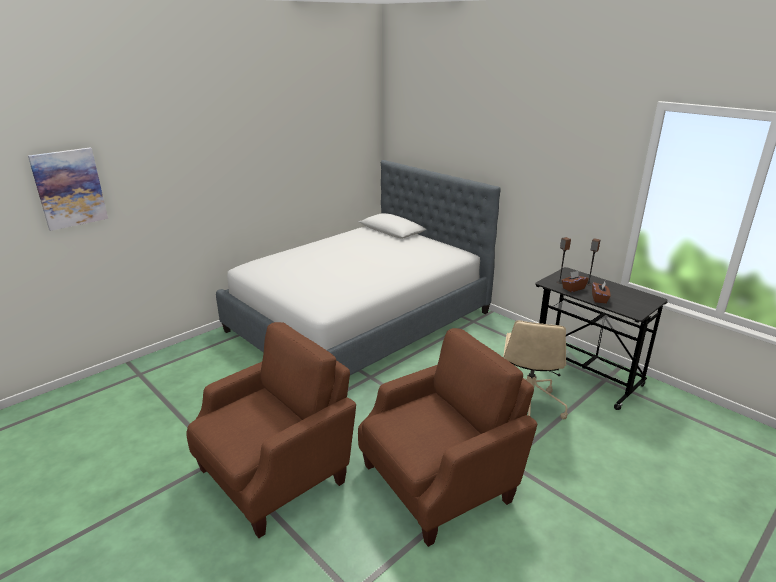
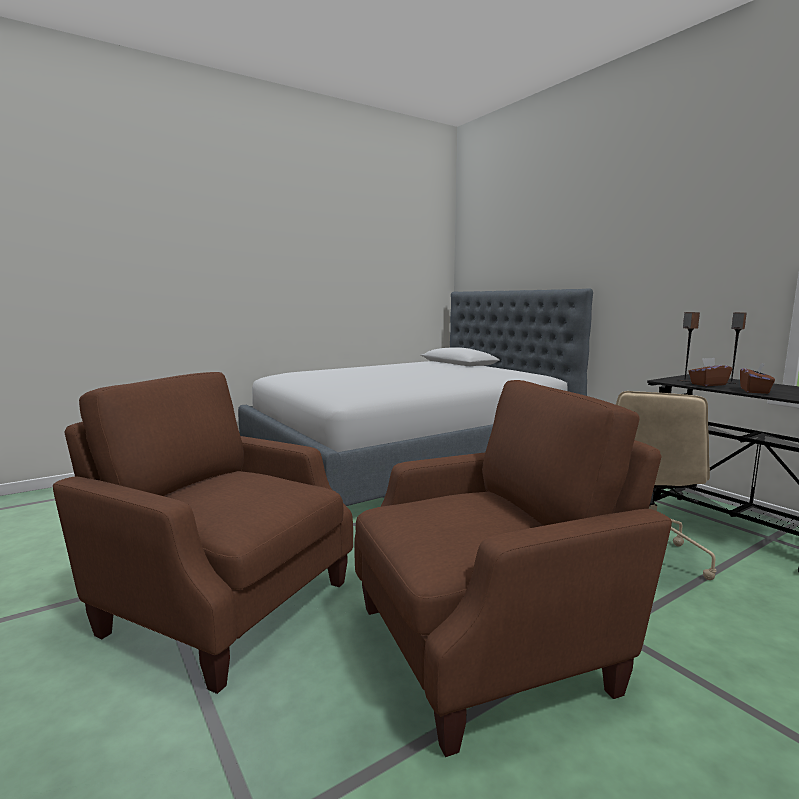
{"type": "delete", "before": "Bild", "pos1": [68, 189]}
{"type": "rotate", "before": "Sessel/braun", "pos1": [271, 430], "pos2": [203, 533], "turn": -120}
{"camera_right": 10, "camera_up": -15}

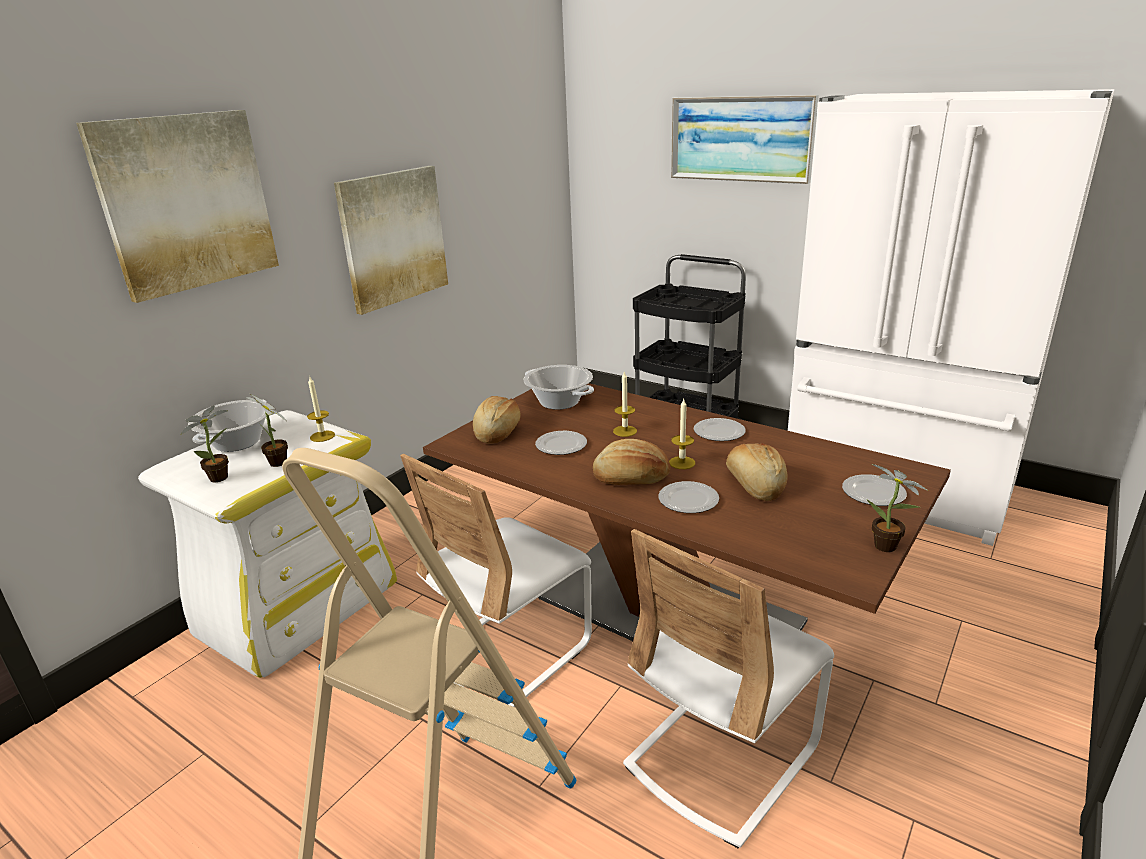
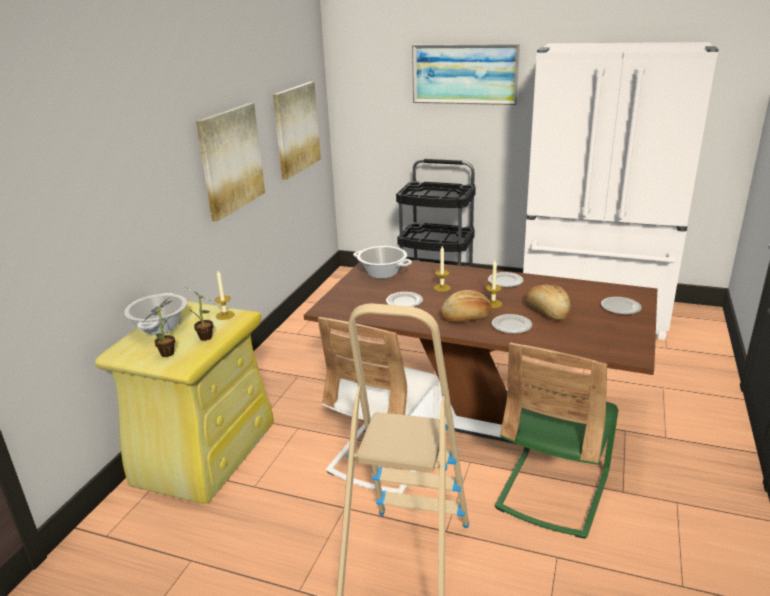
{"type": "move", "before": "Bild", "pos1": [177, 206], "pos2": [297, 131]}
{"type": "recolor", "before": "Nachttisch/weiß", "after": "Nachttisch/gelb", "pos1": [267, 544], "pos2": [184, 402]}
{"type": "delete", "before": "Brot", "pos1": [496, 420]}
{"type": "recolor", "before": "Stuhl/weiß", "after": "Stuhl/grün", "pos1": [728, 688], "pos2": [556, 440]}
{"type": "delete", "before": "Topfpflanze", "pos1": [897, 508]}
{"camera_right": -15, "camera_up": 0}

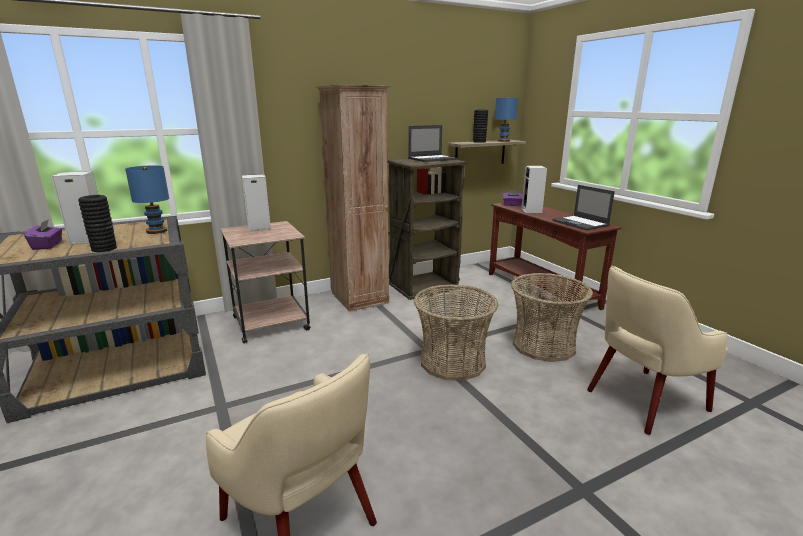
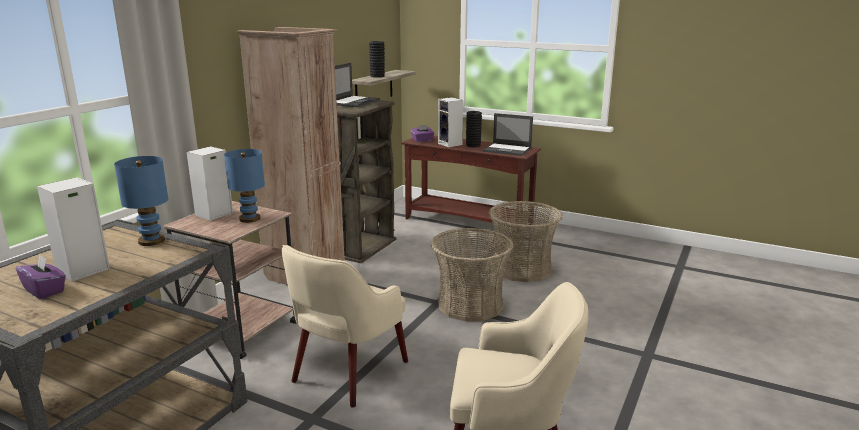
{"type": "move", "before": "Vase/schwarz", "pos1": [97, 223], "pos2": [474, 129]}
{"type": "move", "before": "Tischlampe/blau", "pos1": [506, 119], "pos2": [244, 186]}
{"type": "move", "before": "Sessel/beige", "pos1": [657, 350], "pos2": [345, 326]}
{"camera_right": -35, "camera_up": 0}

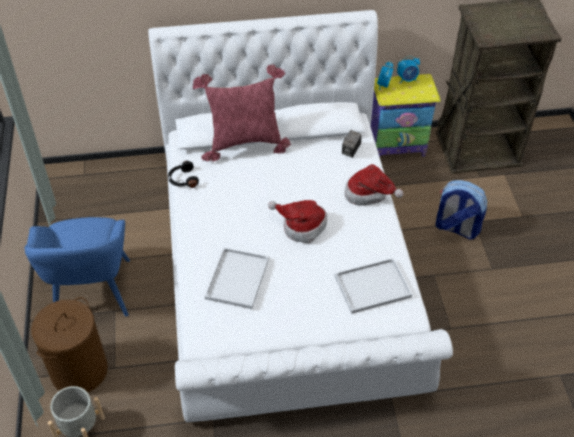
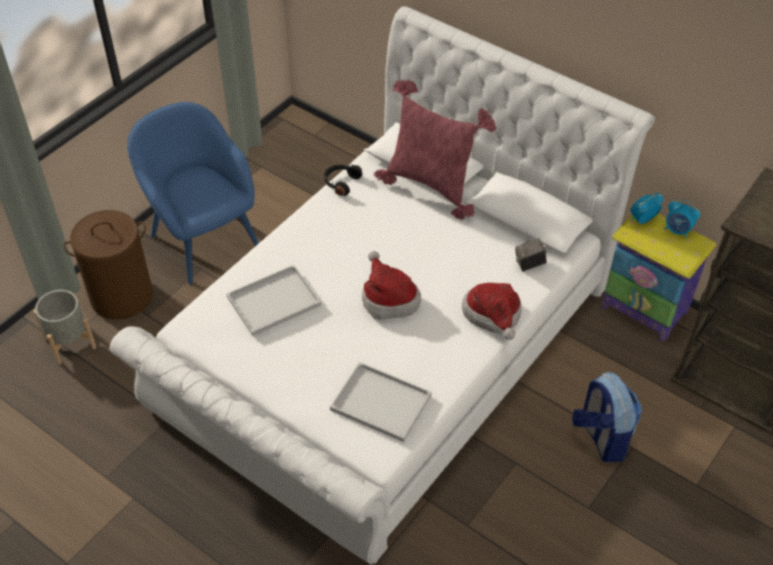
{"type": "rotate", "before": "Sessel/blau", "pos1": [77, 266], "pos2": [193, 193], "turn": 105}
{"camera_right": 45, "camera_up": 0}

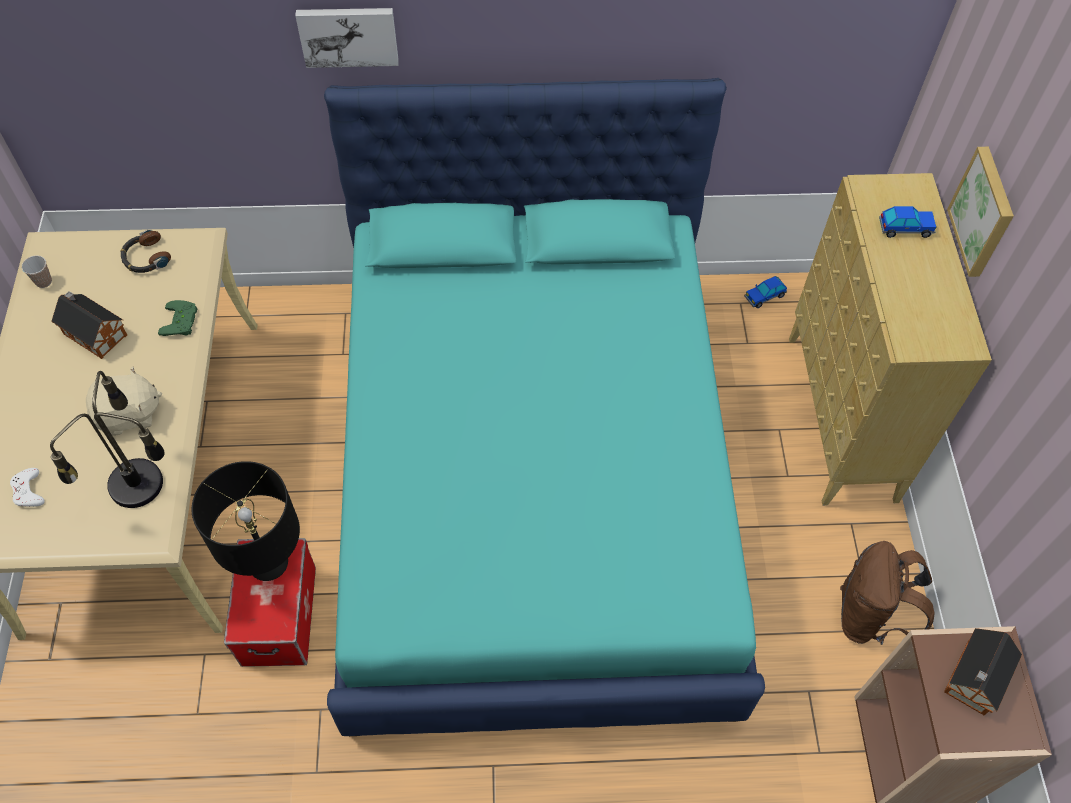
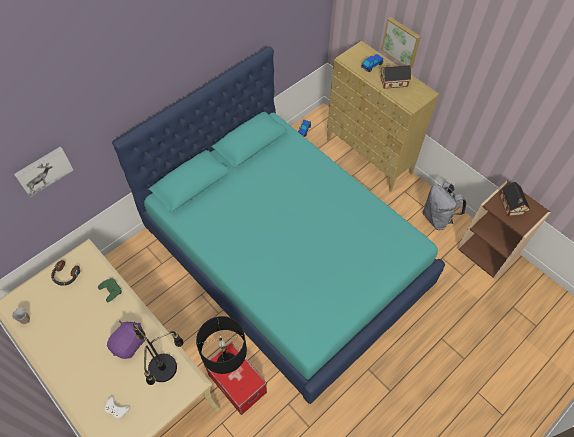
{"type": "move", "before": "Spielzeughaus", "pos1": [89, 325], "pos2": [395, 76]}
{"type": "recolor", "before": "Plüschtier/beige", "after": "Plüschtier/lila", "pos1": [124, 401], "pos2": [126, 339]}
{"type": "move", "before": "Bild", "pos1": [347, 38], "pos2": [44, 172]}
{"type": "recolor", "before": "Rucksack/braun", "after": "Rucksack/grau", "pos1": [887, 593], "pos2": [444, 206]}
{"camera_right": -40, "camera_up": 0}

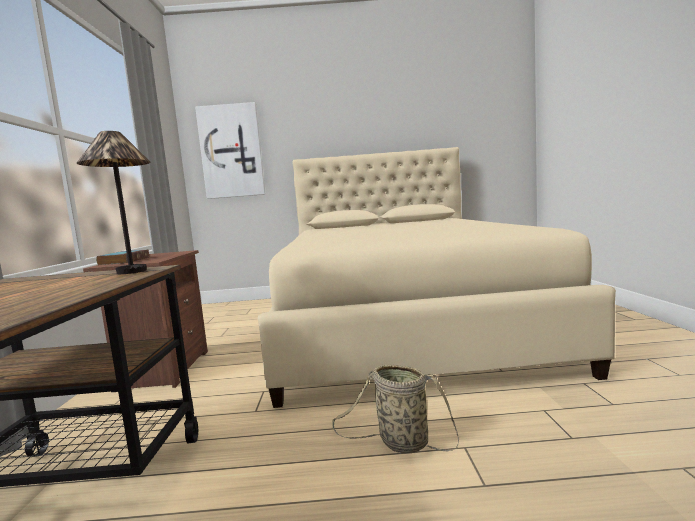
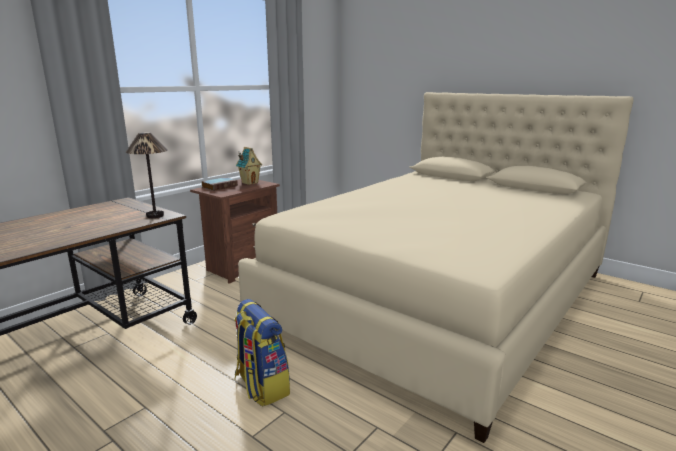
{"type": "delete", "before": "Bild", "pos1": [230, 150]}
{"type": "replace", "before": "Korb", "after": "Rucksack", "pos1": [395, 408], "pos2": [262, 352]}
{"type": "insert", "after": "Spielzeughaus", "pos2": [249, 166]}
{"camera_right": 40, "camera_up": 10}

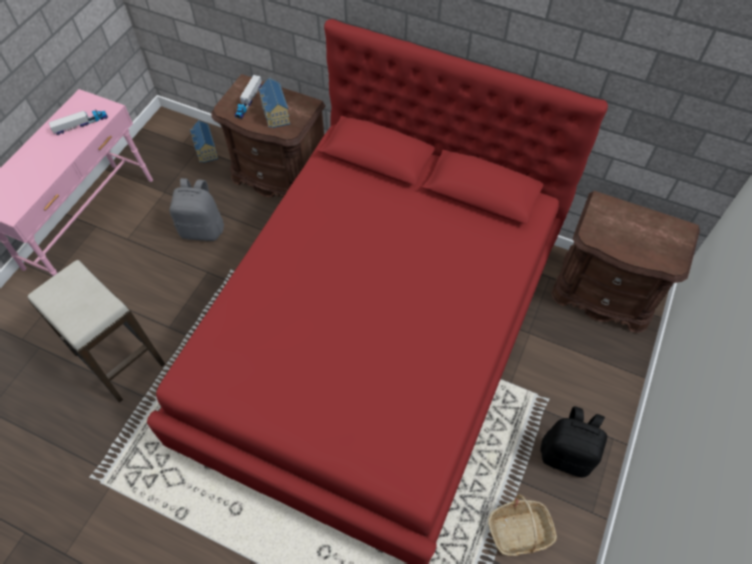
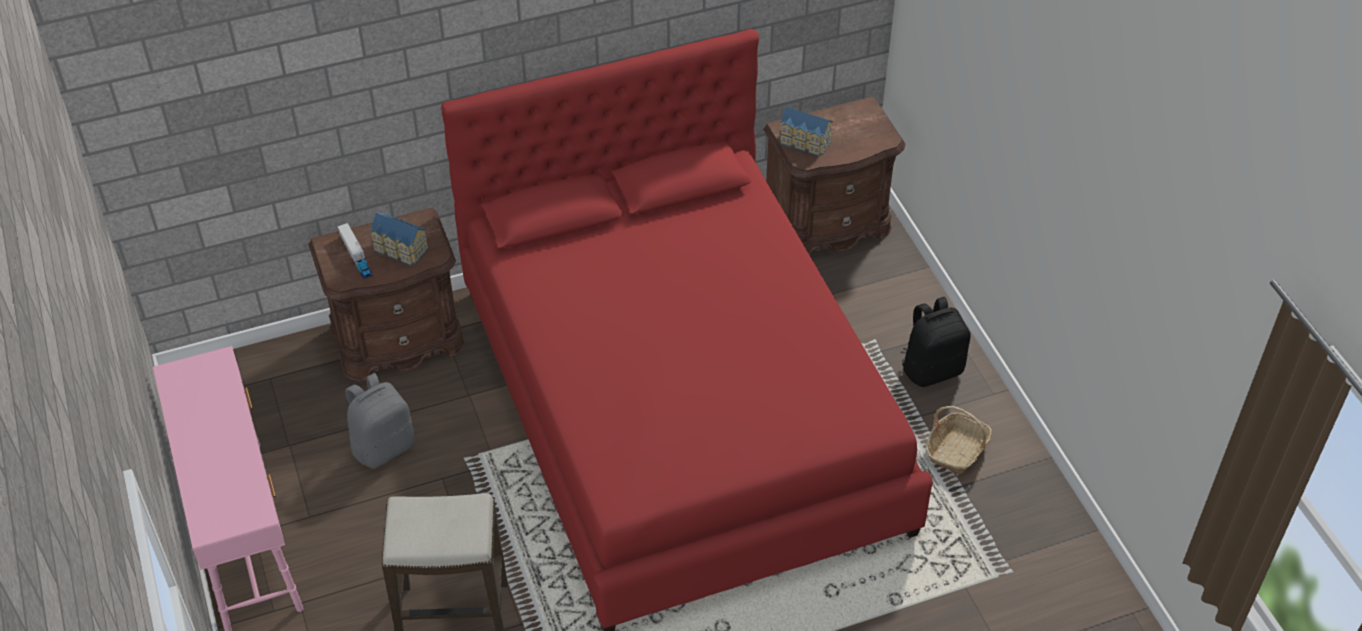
{"type": "delete", "before": "Spielzeuglaster", "pos1": [78, 122]}
{"type": "move", "before": "Spielzeughaus", "pos1": [204, 141], "pos2": [806, 131]}
{"camera_right": -45, "camera_up": -10}

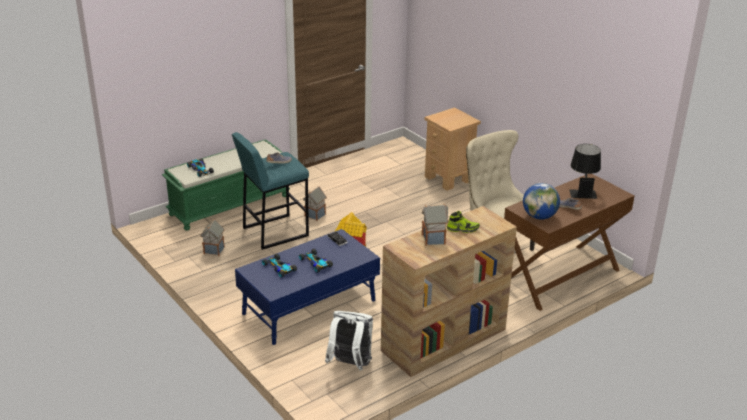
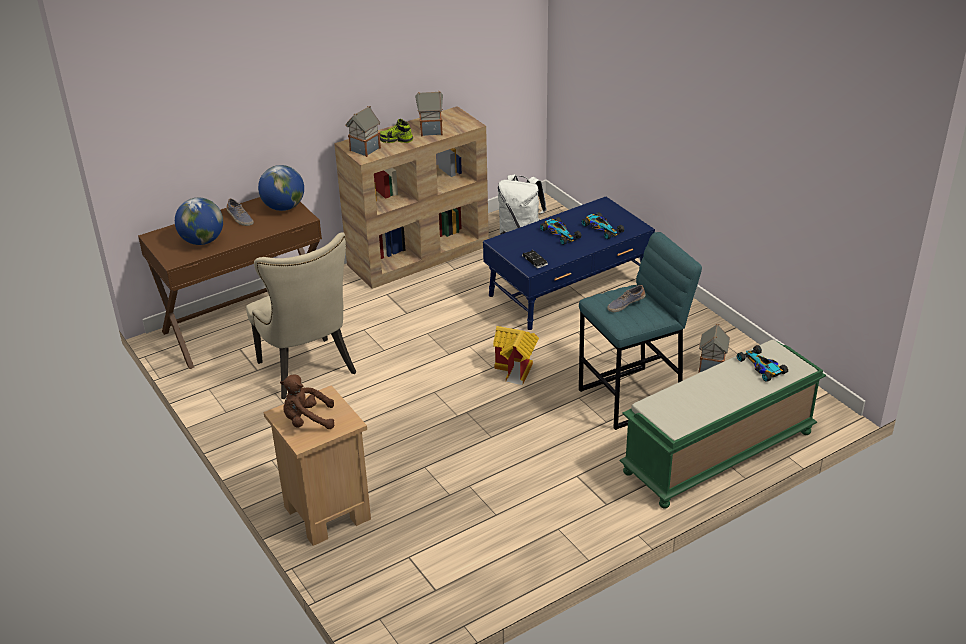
{"type": "move", "before": "Spielzeughaus", "pos1": [315, 203], "pos2": [363, 131]}
{"type": "replace", "before": "Tischlampe/schwarz", "after": "Globus", "pos1": [585, 171], "pos2": [199, 221]}
{"type": "insert", "after": "Plüschtier/braun", "pos2": [307, 402]}
{"camera_right": -175, "camera_up": 5}

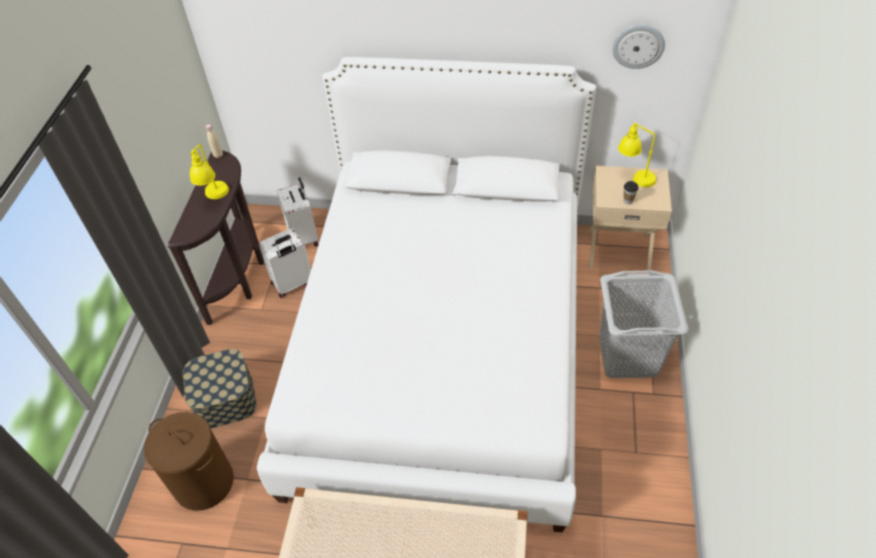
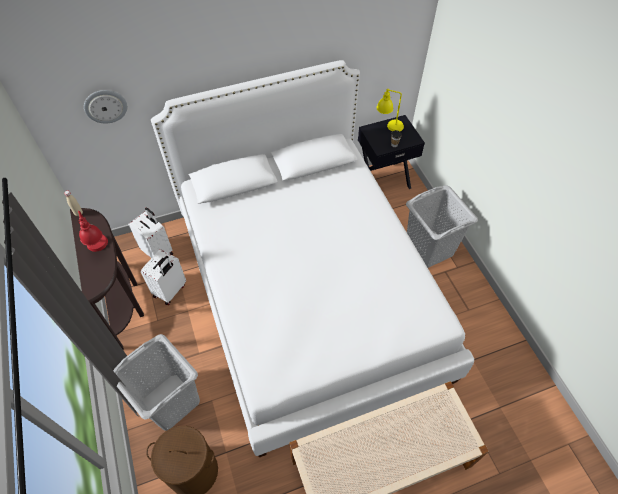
{"type": "replace", "before": "Aufbewahrungsbox", "after": "Wäschekorb/grau", "pos1": [220, 388], "pos2": [156, 382]}
{"type": "recolor", "before": "Tischlampe/gelb", "after": "Tischlampe/rot", "pos1": [209, 171], "pos2": [93, 231]}
{"type": "recolor", "before": "Nachttisch/beige", "after": "Nachttisch/schwarz", "pos1": [630, 218], "pos2": [391, 152]}
{"type": "move", "before": "Wanduhr", "pos1": [638, 47], "pos2": [105, 107]}
{"camera_right": -30, "camera_up": 5}

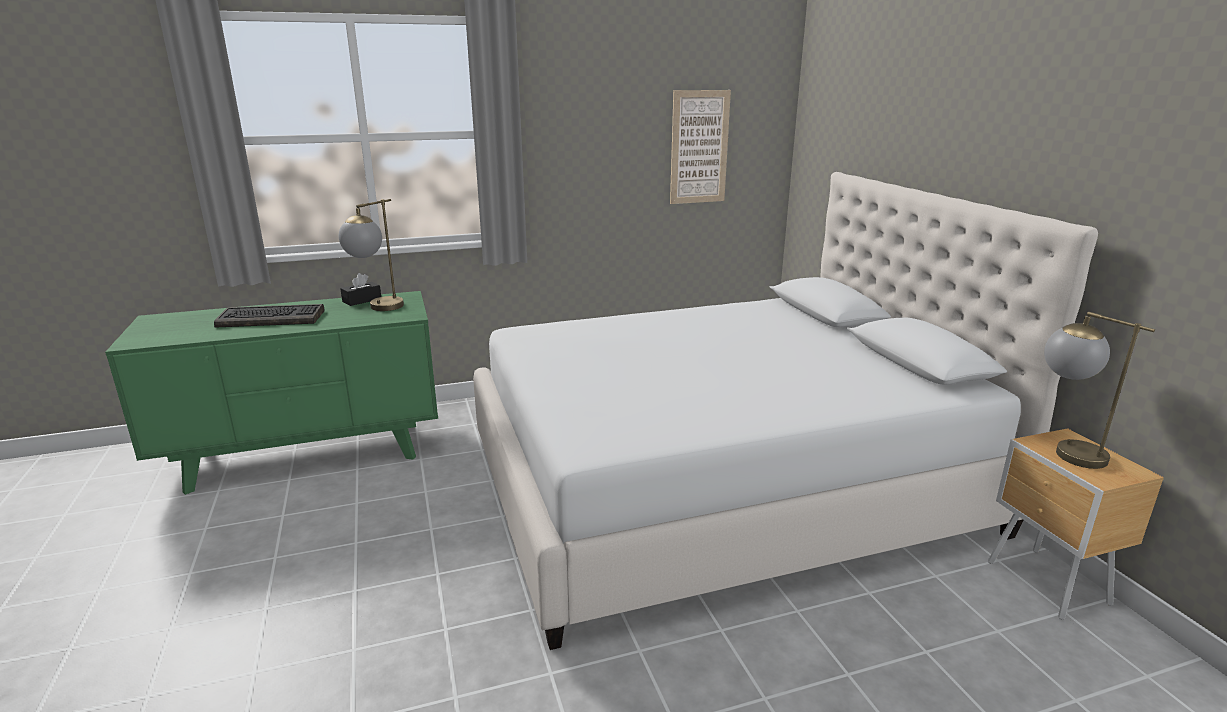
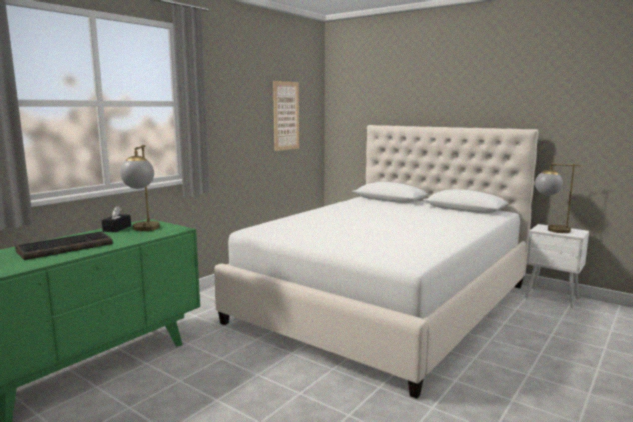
{"type": "recolor", "before": "Nachttisch/braun", "after": "Nachttisch/weiß", "pos1": [1076, 524], "pos2": [557, 266]}
{"camera_right": -35, "camera_up": -10}

